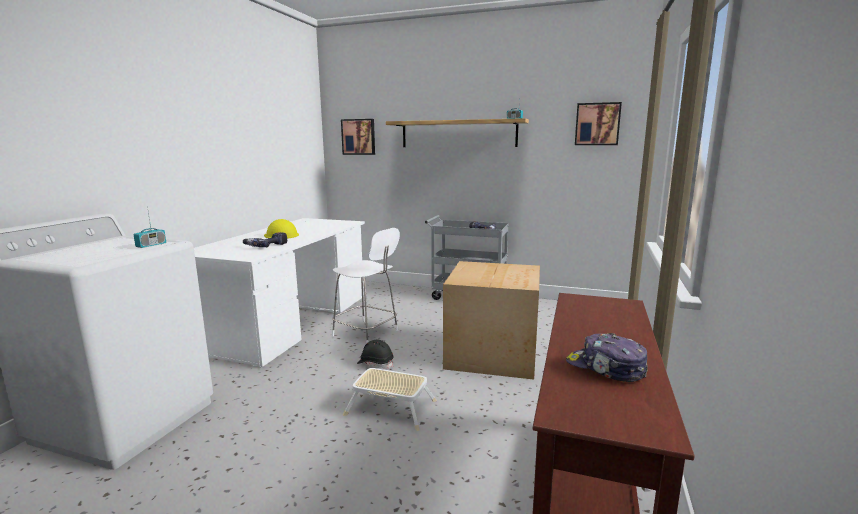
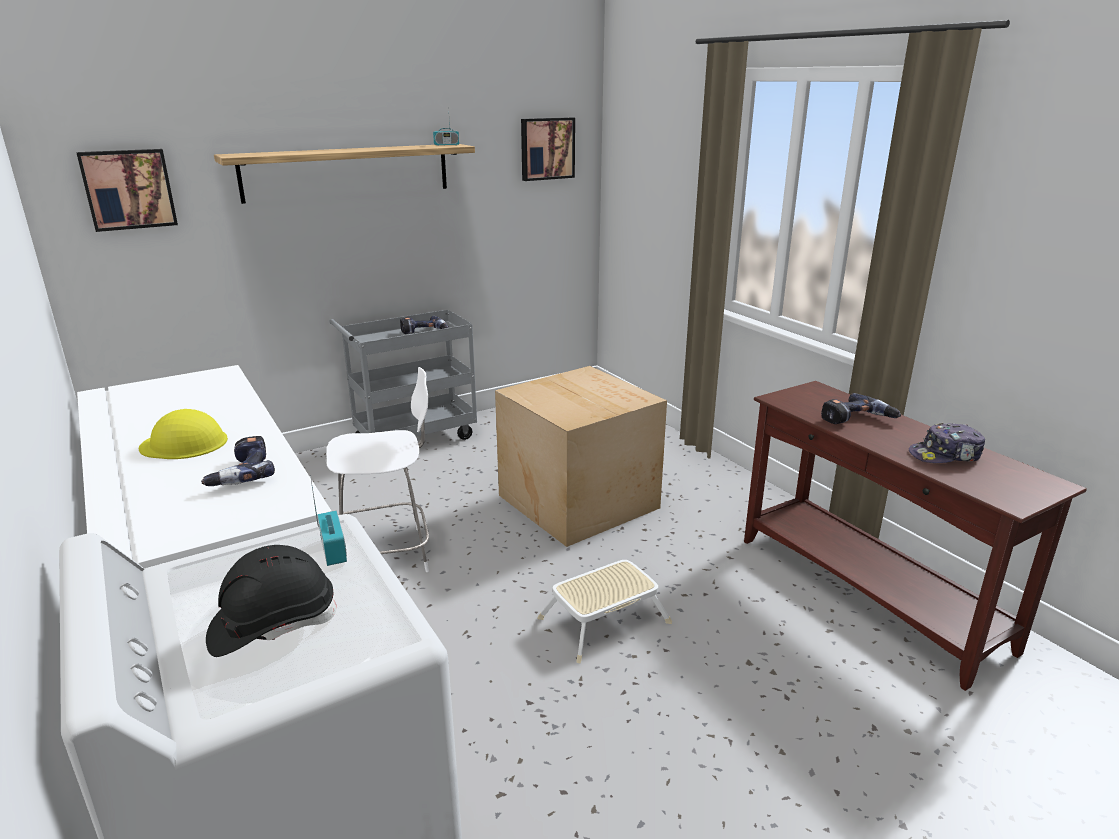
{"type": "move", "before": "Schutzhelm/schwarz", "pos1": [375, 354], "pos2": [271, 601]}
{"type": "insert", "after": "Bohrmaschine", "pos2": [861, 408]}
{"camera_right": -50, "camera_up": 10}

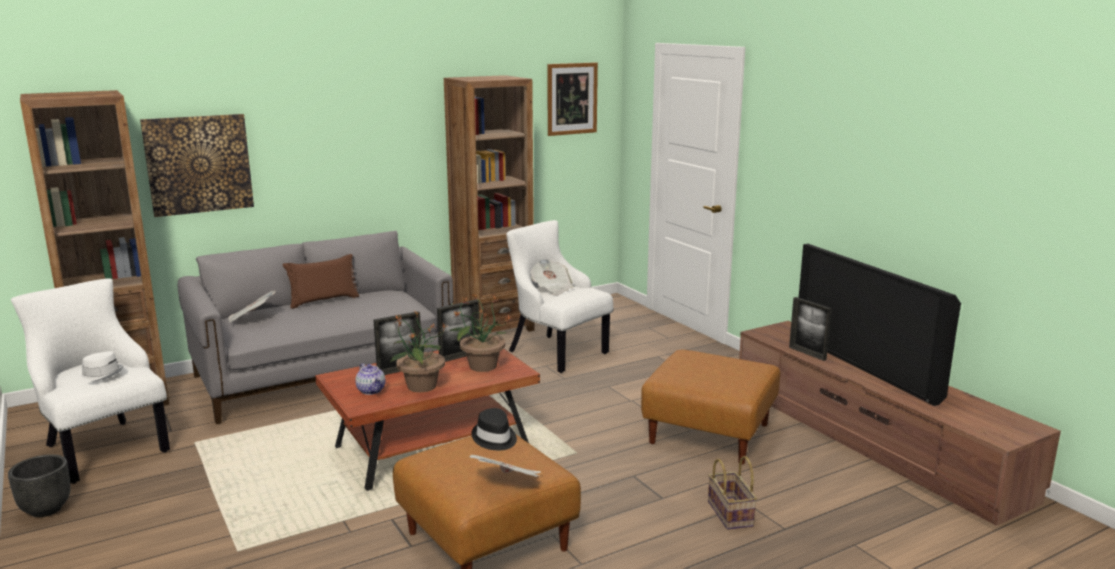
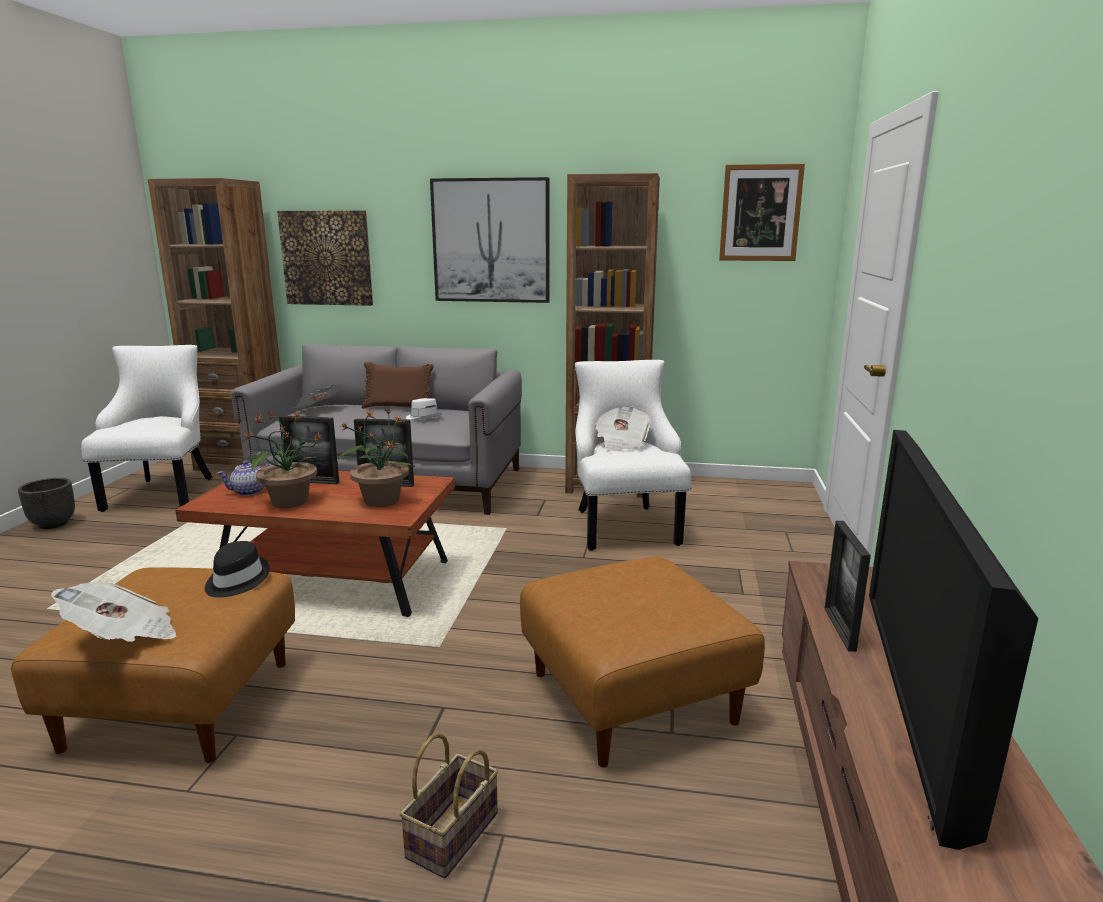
{"type": "move", "before": "Hut/weiß", "pos1": [100, 366], "pos2": [424, 409]}
{"type": "rotate", "before": "Teekanne", "pos1": [370, 379], "pos2": [243, 478], "turn": 60}
{"type": "insert", "after": "Bild", "pos2": [490, 240]}
{"camera_right": 40, "camera_up": 0}

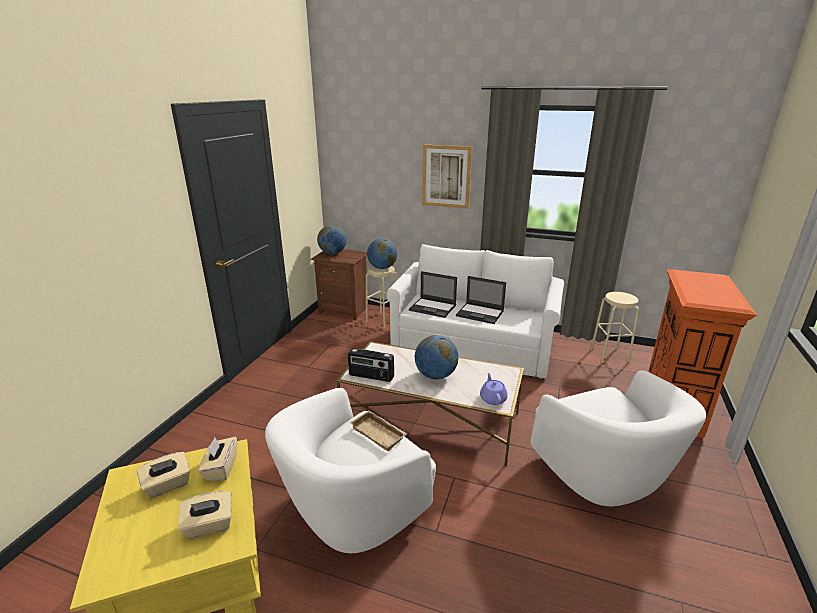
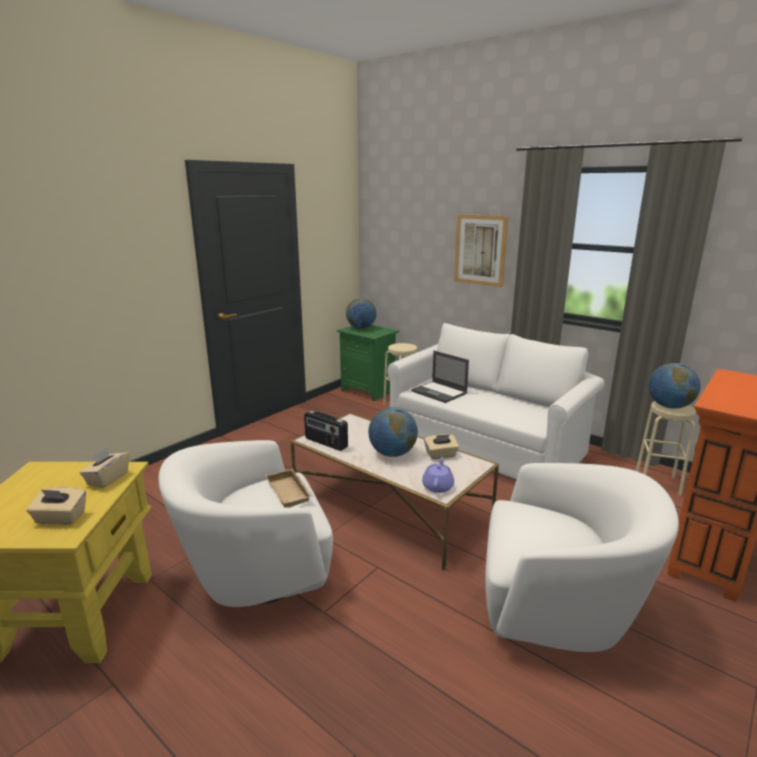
{"type": "move", "before": "Taschentuchbox/beige", "pos1": [163, 475], "pos2": [441, 446]}
{"type": "recolor", "before": "Nachttisch/braun", "after": "Nachttisch/grün", "pos1": [339, 284], "pos2": [368, 363]}
{"type": "move", "before": "Globus", "pos1": [382, 253], "pos2": [674, 386]}
{"type": "delete", "before": "Laptop", "pos1": [481, 300]}
{"type": "rotate", "before": "Sessel/weiß", "pos1": [618, 438], "pos2": [582, 557], "turn": -75}
{"camera_right": 20, "camera_up": -5}

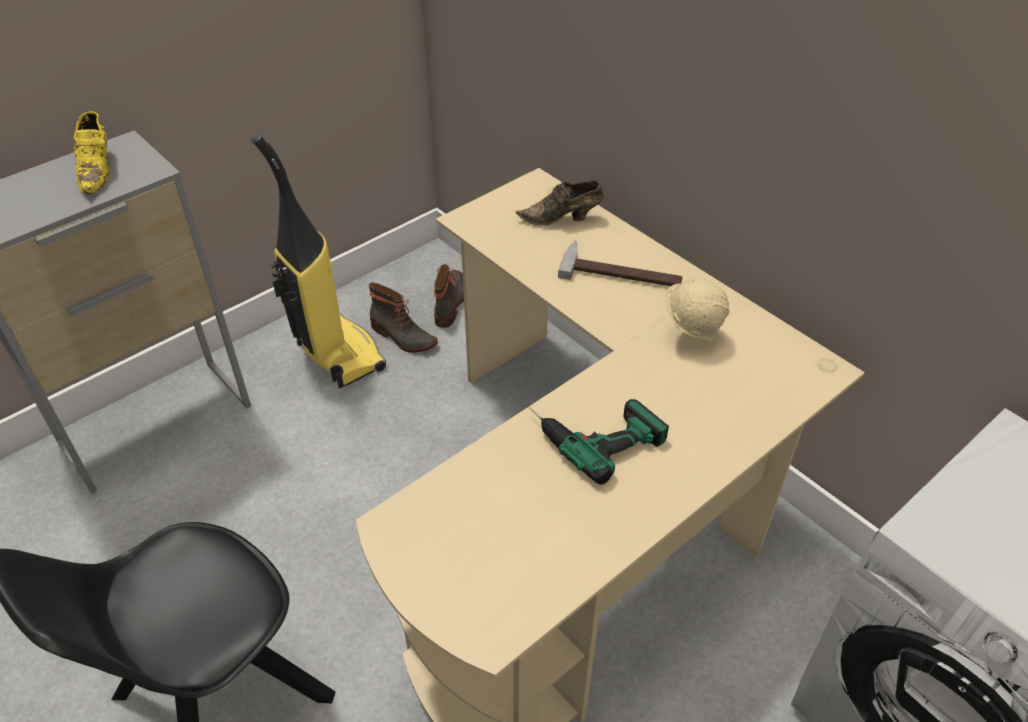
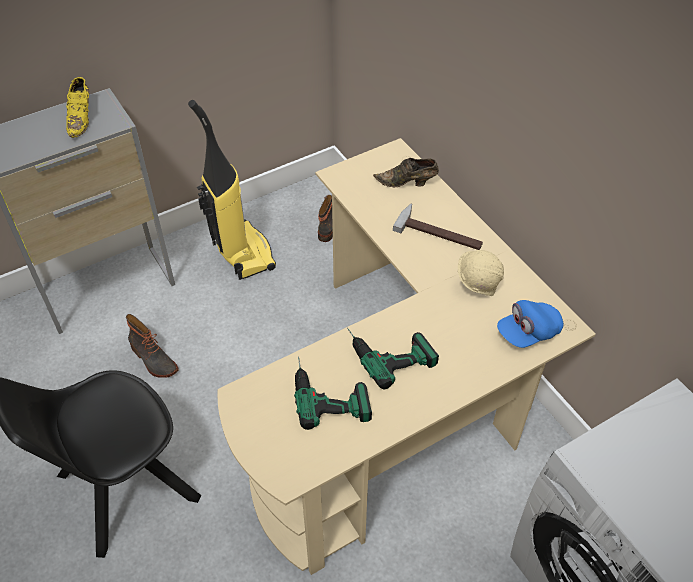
{"type": "move", "before": "Stiefel", "pos1": [403, 318], "pos2": [152, 346]}
{"type": "insert", "after": "Bohrmaschine", "pos2": [333, 393]}
{"type": "insert", "after": "Kappe/blau", "pos2": [530, 324]}
{"camera_right": 10, "camera_up": 5}

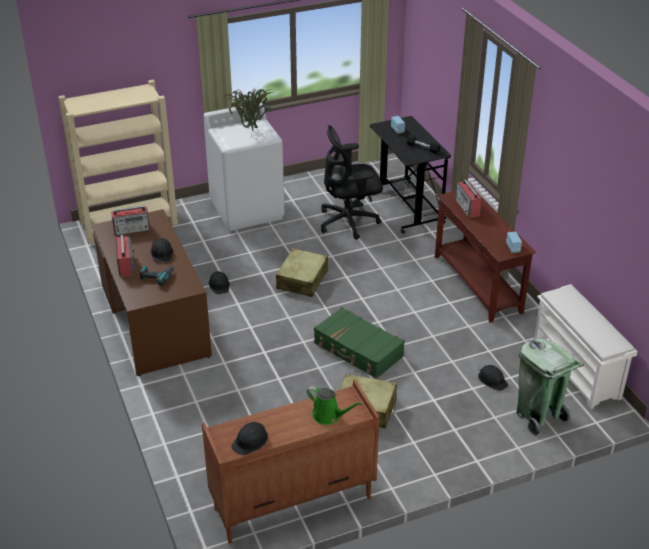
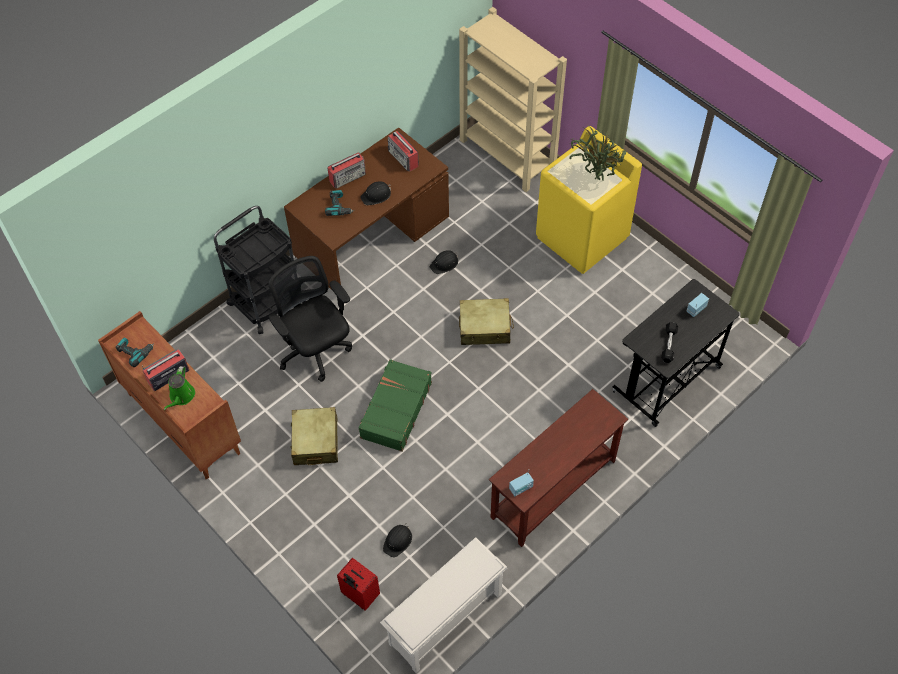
{"type": "recolor", "before": "Waschmaschine/weiß", "after": "Waschmaschine/gelb", "pos1": [243, 167], "pos2": [589, 200]}
{"type": "replace", "before": "Schutzhelm/schwarz", "after": "Bohrmaschine", "pos1": [249, 438], "pos2": [135, 352]}
{"type": "move", "before": "Bürostuhl/schwarz", "pos1": [352, 182], "pos2": [310, 319]}
{"type": "move", "before": "Radio", "pos1": [468, 198], "pos2": [165, 370]}
{"type": "replace", "before": "Mülleimer/grün", "after": "Koffer/rot", "pos1": [550, 388], "pos2": [358, 584]}
{"type": "insert", "after": "Rollwagen/schwarz", "pos2": [260, 270]}
{"camera_right": 70, "camera_up": 20}

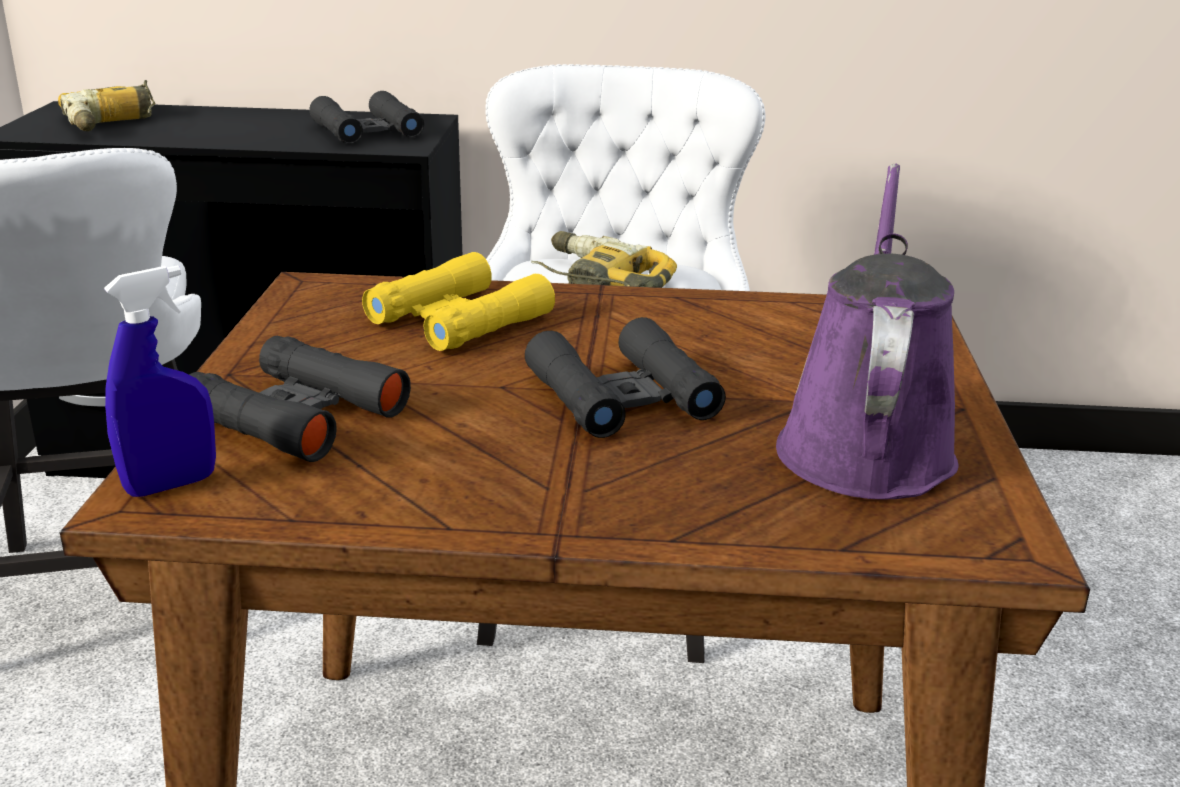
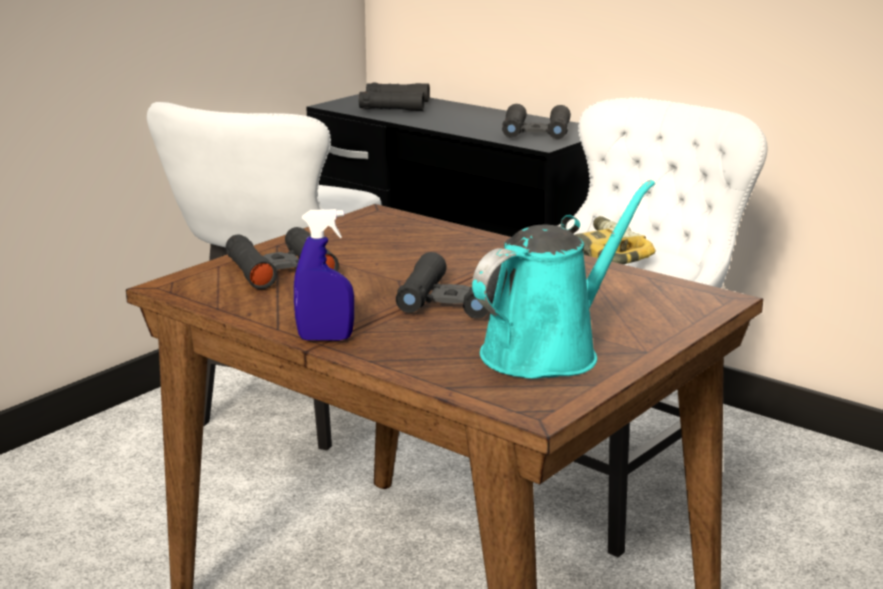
{"type": "replace", "before": "Bohrmaschine", "after": "Fernglas/schwarz", "pos1": [106, 105], "pos2": [394, 96]}
{"type": "move", "before": "Sprühflasche/blau", "pos1": [160, 381], "pos2": [324, 275]}
{"type": "delete", "before": "Fernglas/gelb", "pos1": [458, 301]}
{"type": "recolor", "before": "Gießkanne/lila", "after": "Gießkanne/türkis", "pos1": [867, 331], "pos2": [563, 279]}
{"camera_right": 35, "camera_up": -5}

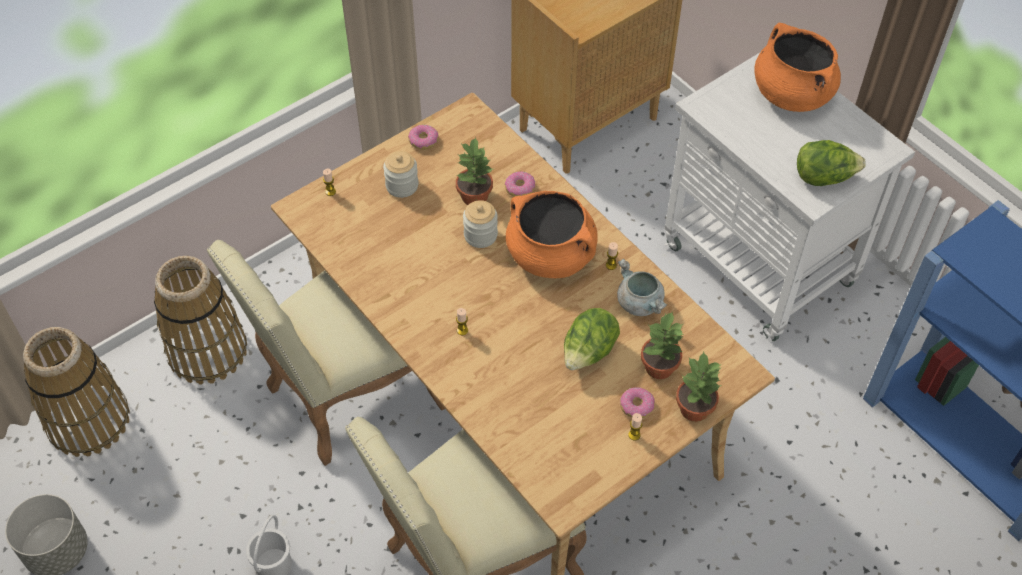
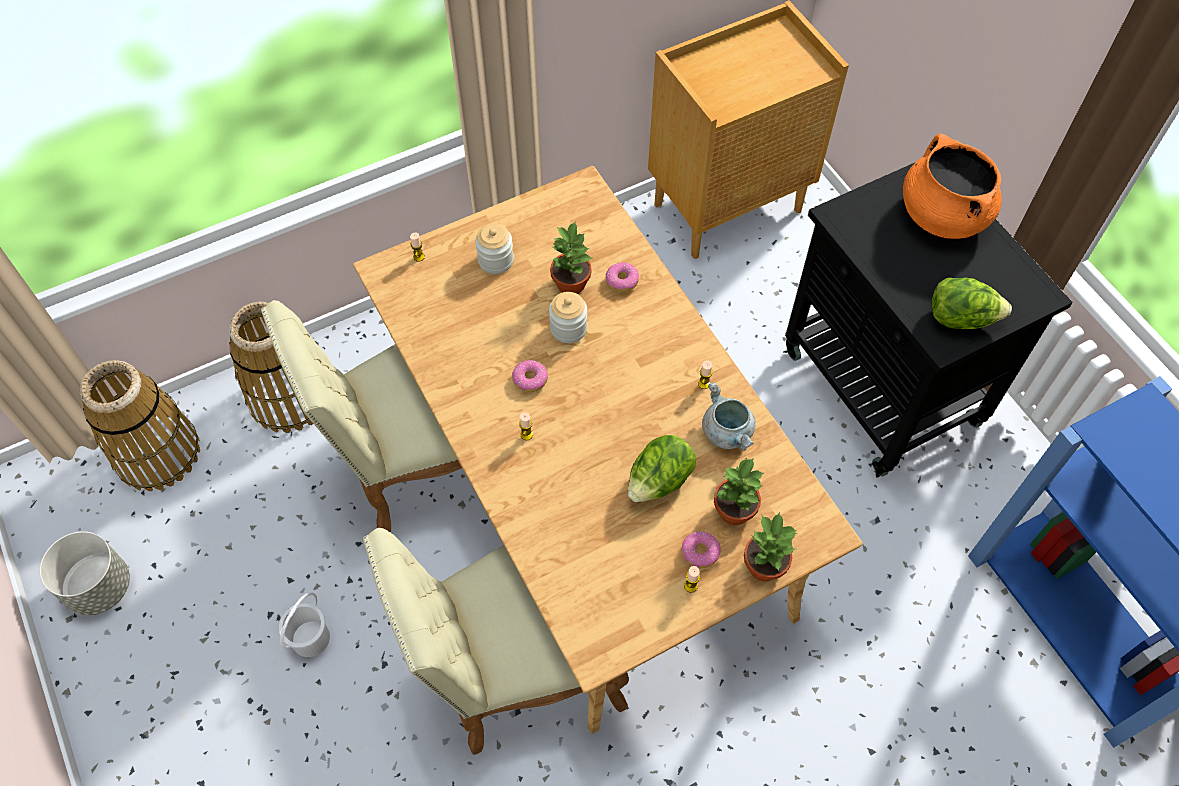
{"type": "move", "before": "Donut", "pos1": [423, 137], "pos2": [530, 376]}
{"type": "delete", "before": "Kochtopf/orange", "pos1": [552, 234]}
{"type": "recolor", "before": "Rollwagen/weiß", "after": "Rollwagen/schwarz", "pos1": [789, 198], "pos2": [928, 320]}
{"camera_right": 10, "camera_up": 5}

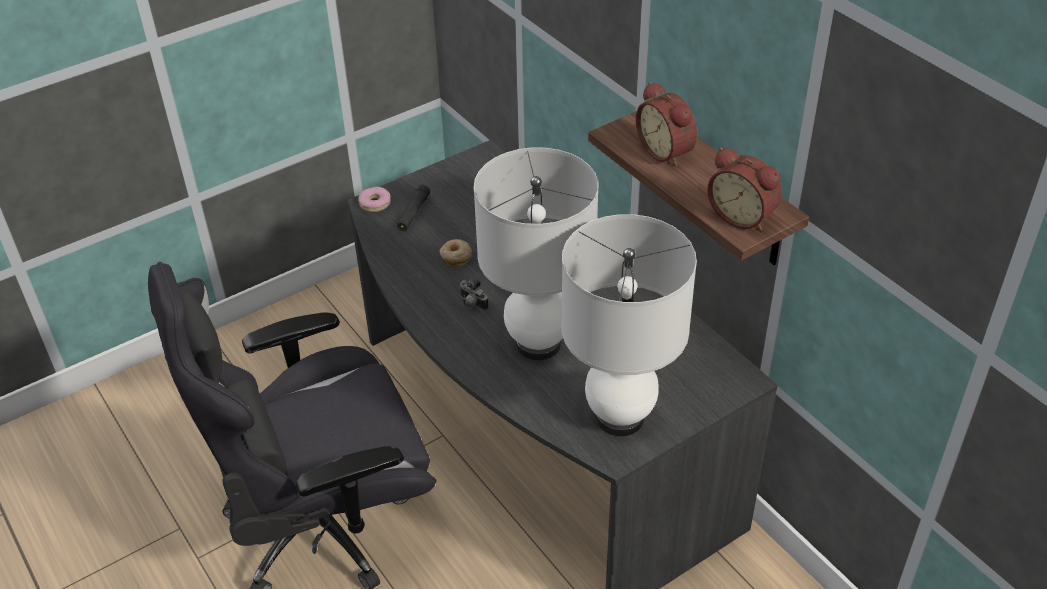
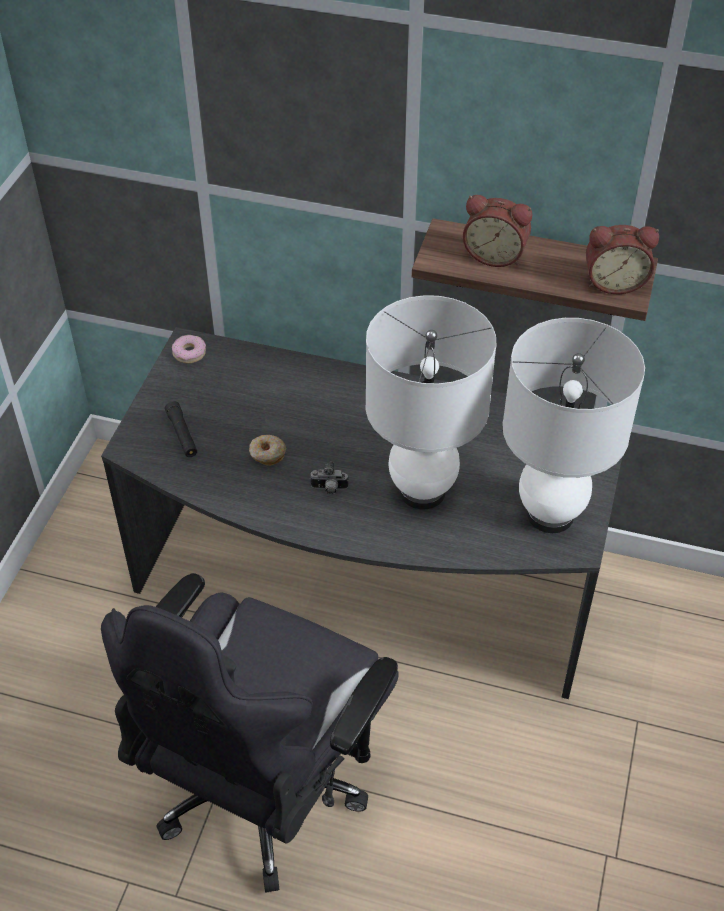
{"type": "move", "before": "Donut", "pos1": [374, 199], "pos2": [189, 349]}
{"camera_right": -40, "camera_up": 5}

